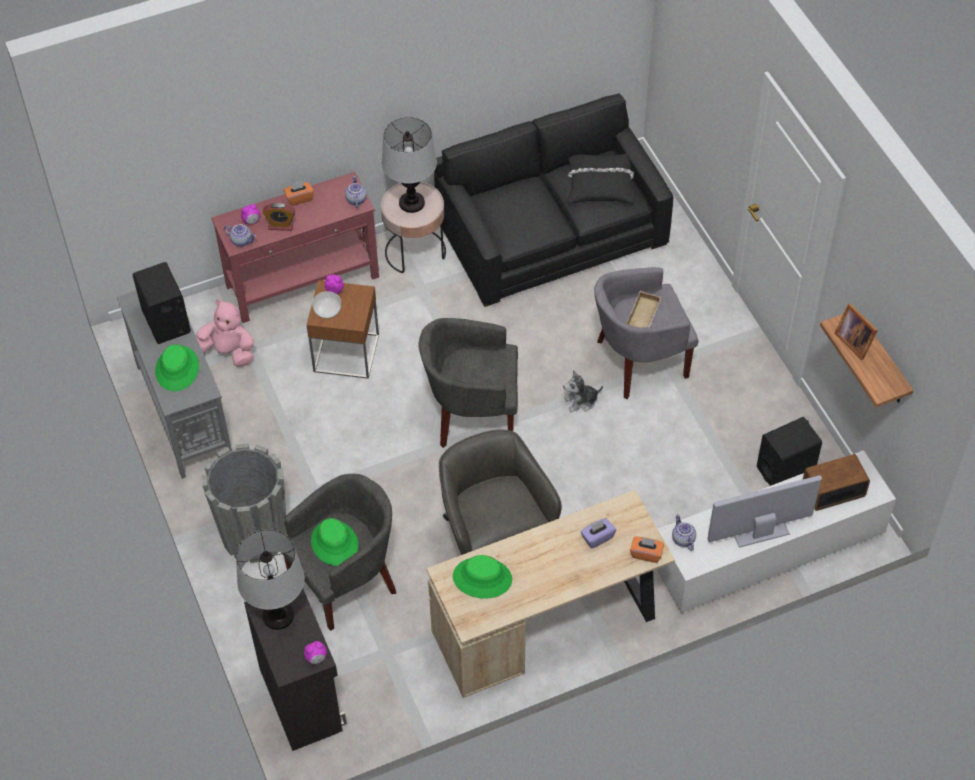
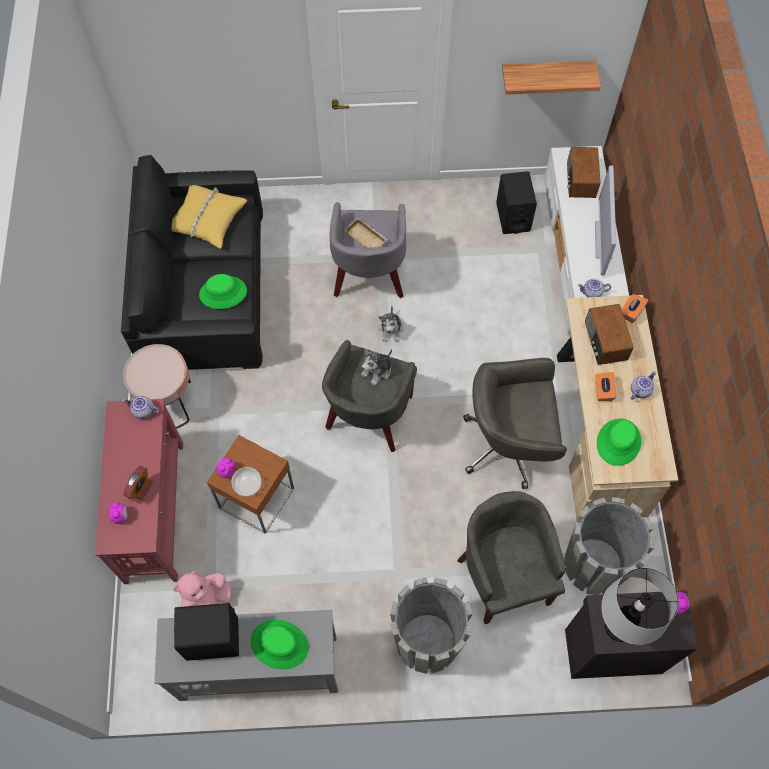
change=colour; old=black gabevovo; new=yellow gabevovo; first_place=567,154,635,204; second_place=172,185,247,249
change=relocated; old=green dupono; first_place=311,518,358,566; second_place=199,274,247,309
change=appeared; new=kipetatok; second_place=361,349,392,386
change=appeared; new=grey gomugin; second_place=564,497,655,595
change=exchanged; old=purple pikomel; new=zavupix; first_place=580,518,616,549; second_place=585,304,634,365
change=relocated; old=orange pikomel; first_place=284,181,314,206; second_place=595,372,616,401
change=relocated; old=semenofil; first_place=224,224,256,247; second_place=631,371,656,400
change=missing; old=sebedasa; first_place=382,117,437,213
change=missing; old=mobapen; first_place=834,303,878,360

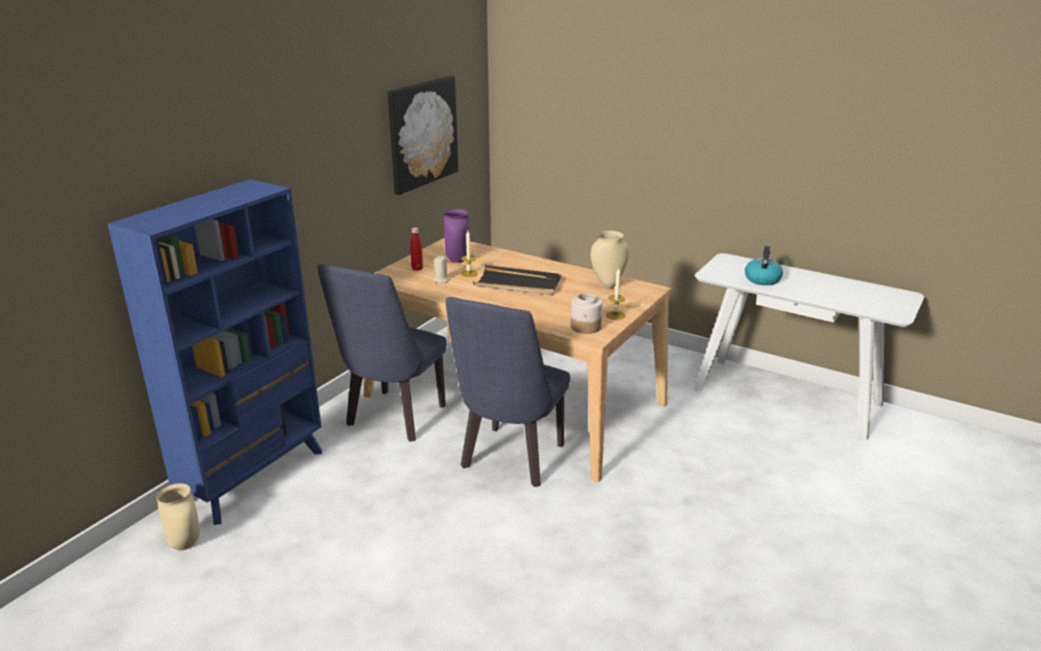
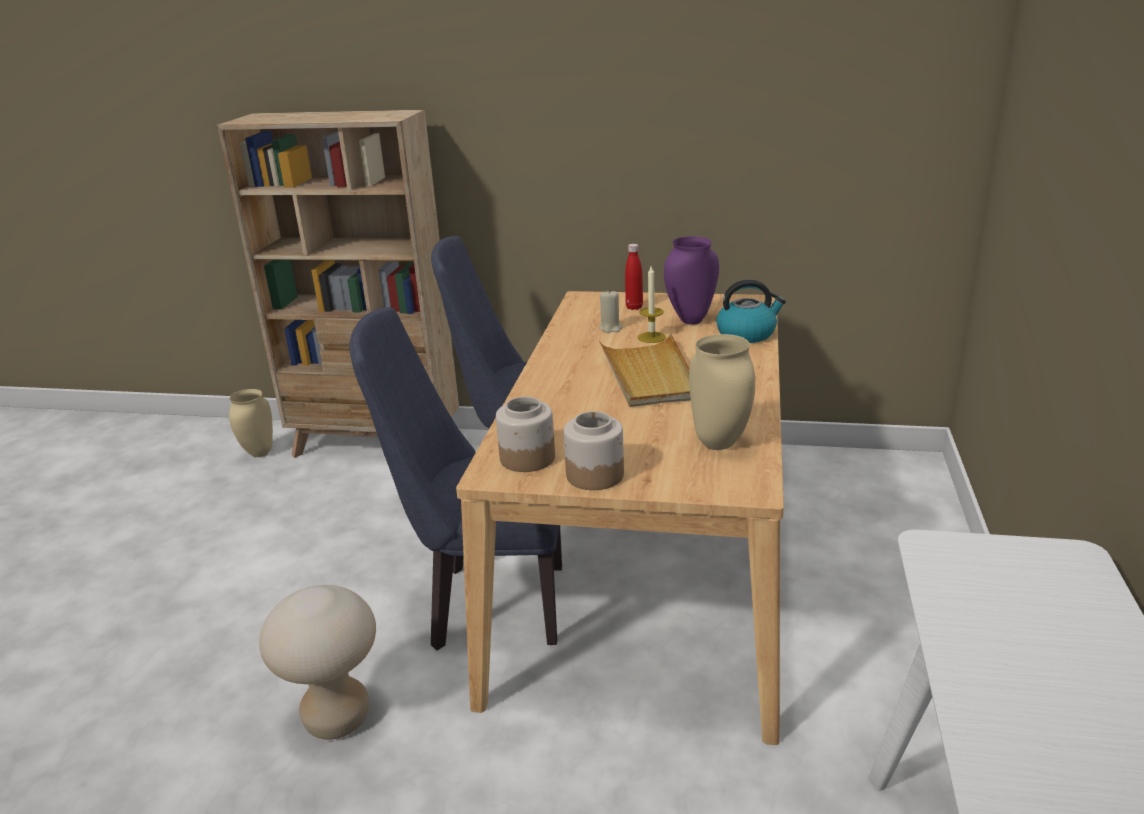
change=colour; old=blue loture; new=beige loture; first_place=107,179,322,525; second_place=217,110,459,458
change=appeared; new=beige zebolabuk; second_place=259,585,376,740
change=exchanged; old=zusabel; new=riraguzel; first_place=606,267,625,320; second_place=564,411,624,490
change=colour; old=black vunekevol; new=beige vunekevol; first_place=473,265,561,296; second_place=599,333,691,407
change=relocated; old=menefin; first_place=745,246,783,285; second_place=716,280,786,343
change=missing; old=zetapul; first_place=387,76,458,195

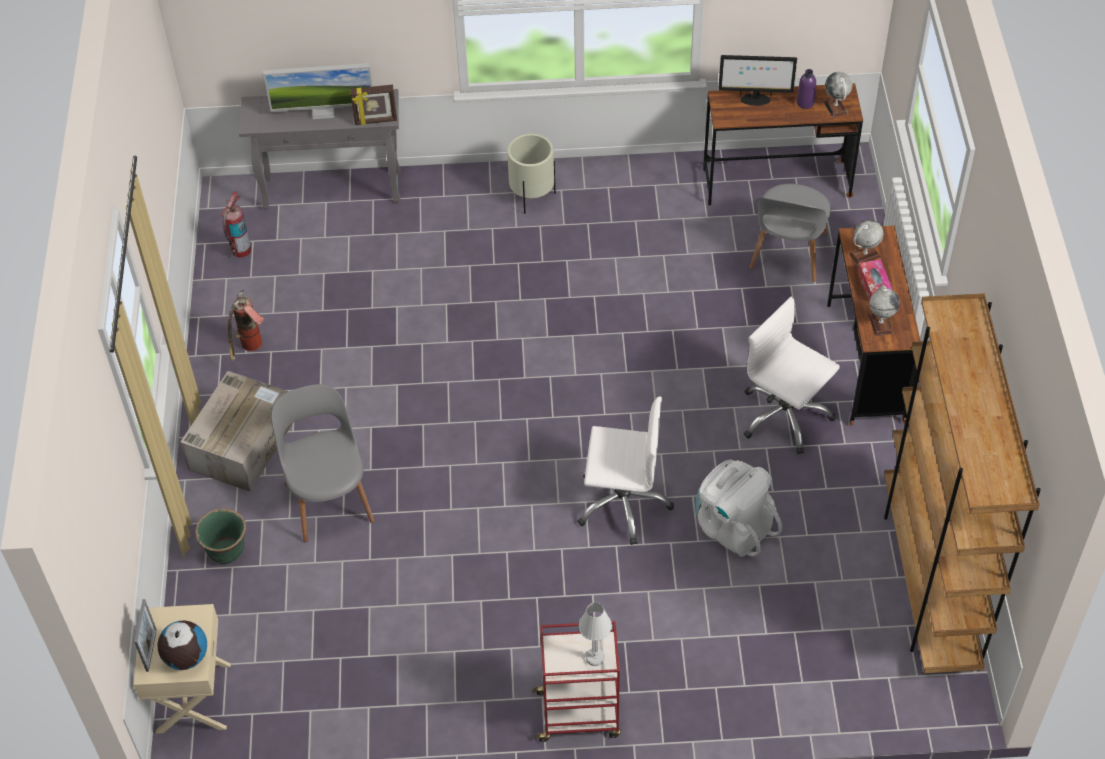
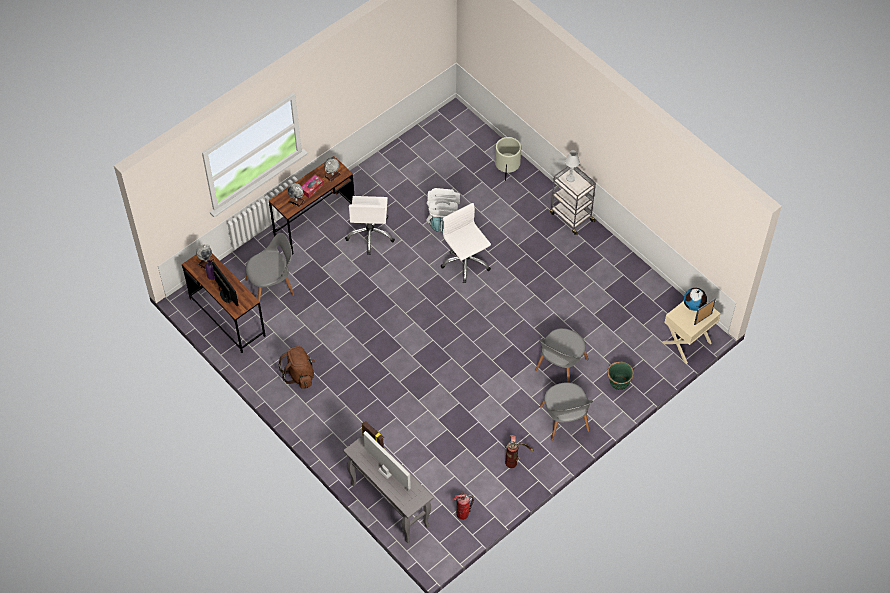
change=appeared; new=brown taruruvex; second_place=278,346,315,389
change=relocated; old=beige gomugin; first_place=507,133,556,214; second_place=495,137,521,181
change=exchanged; old=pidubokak; new=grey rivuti; first_place=180,371,293,492; second_place=540,382,593,441
change=colour; old=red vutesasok; new=grey vutesasok; first_place=532,621,621,742; second_place=550,166,596,235
change=missing; old=brown loture; first_place=884,293,1041,673

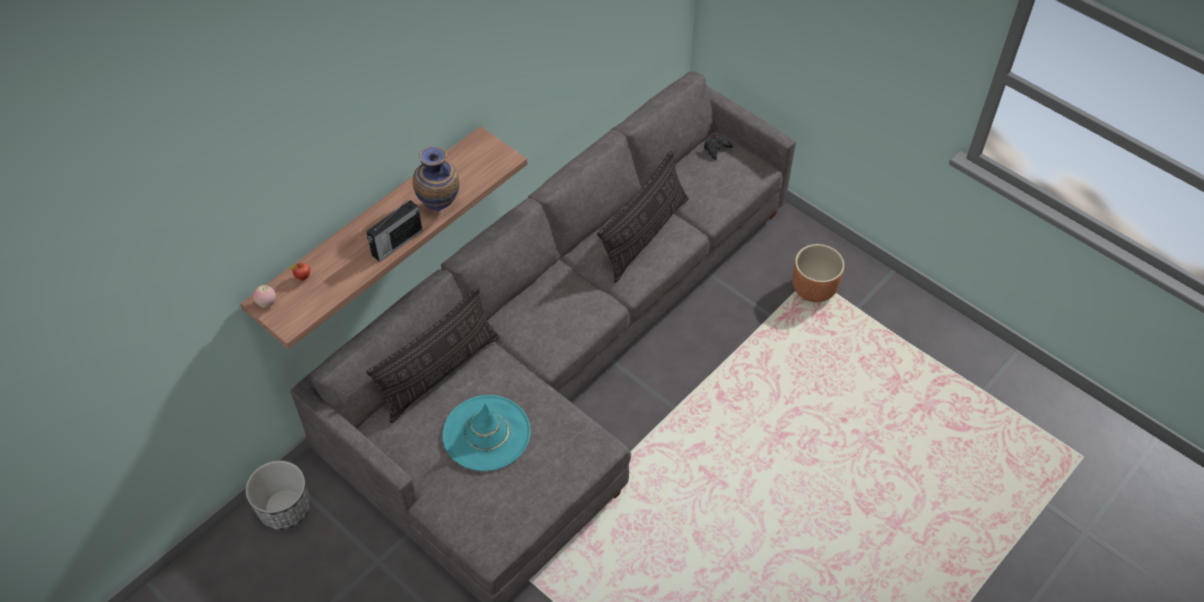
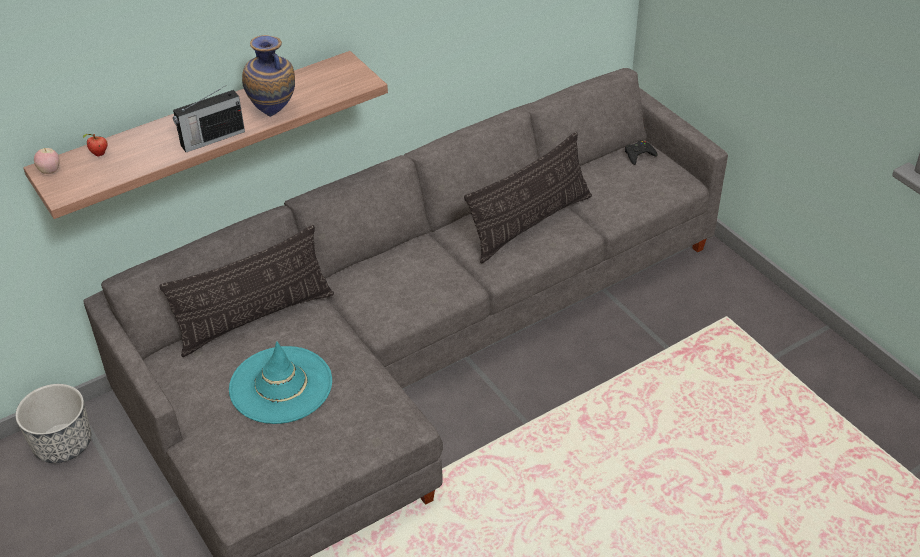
change=missing; old=brown gomugin; first_place=792,244,844,302

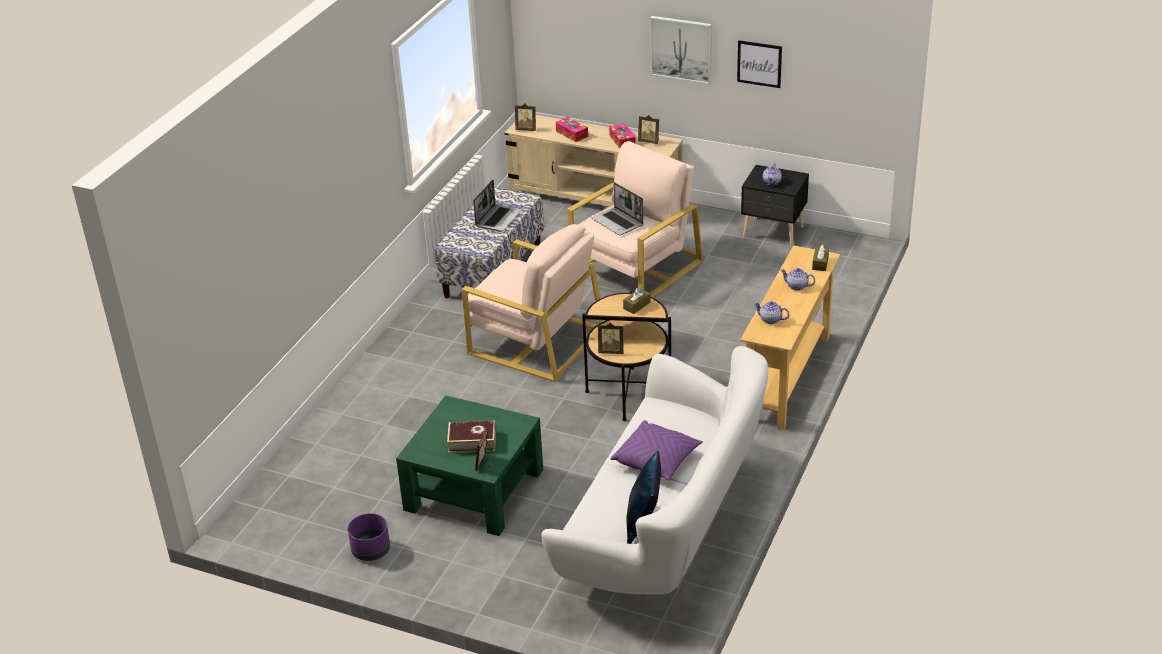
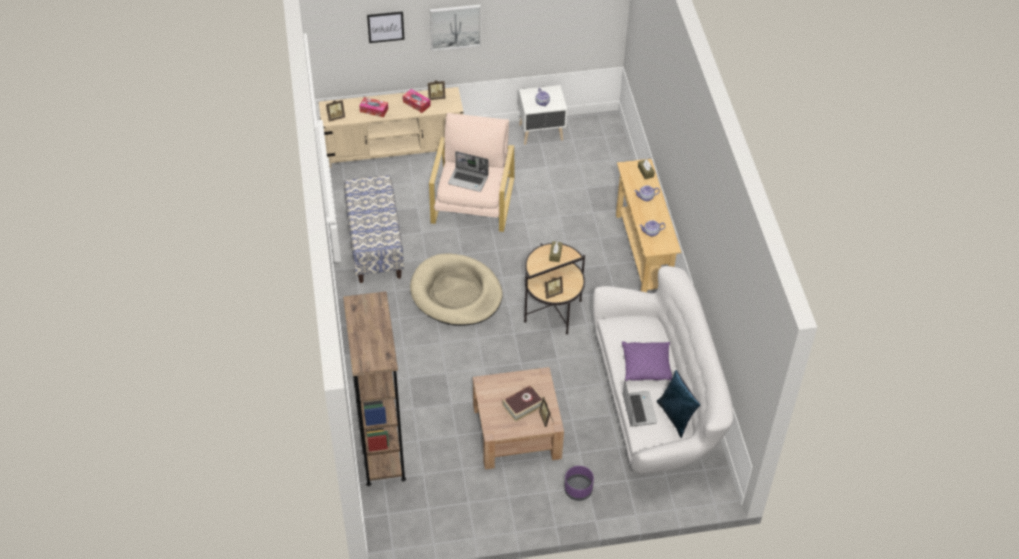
change=appeared; new=brown loture; second_place=343,291,406,486
change=relocated; old=zetapul; first_place=737,40,782,88; second_place=367,11,405,43
change=exchanged; old=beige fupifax; new=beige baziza; first_place=462,224,605,382; second_place=410,254,503,326
change=colour; old=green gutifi; new=brown gutifi; first_place=396,395,543,536; second_place=473,367,564,469
change=colour; old=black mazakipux; new=white mazakipux; first_place=741,165,809,246; second_place=518,85,567,145
change=relocated; old=purple gomugin; first_place=348,513,390,561; second_place=564,466,594,501
change=relocated; old=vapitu; first_place=473,180,522,231; second_place=623,380,657,427

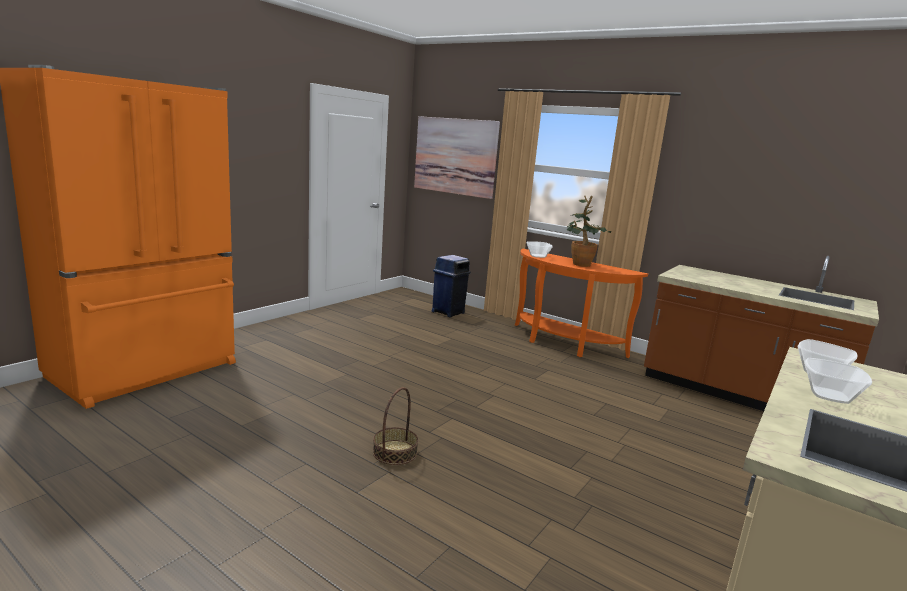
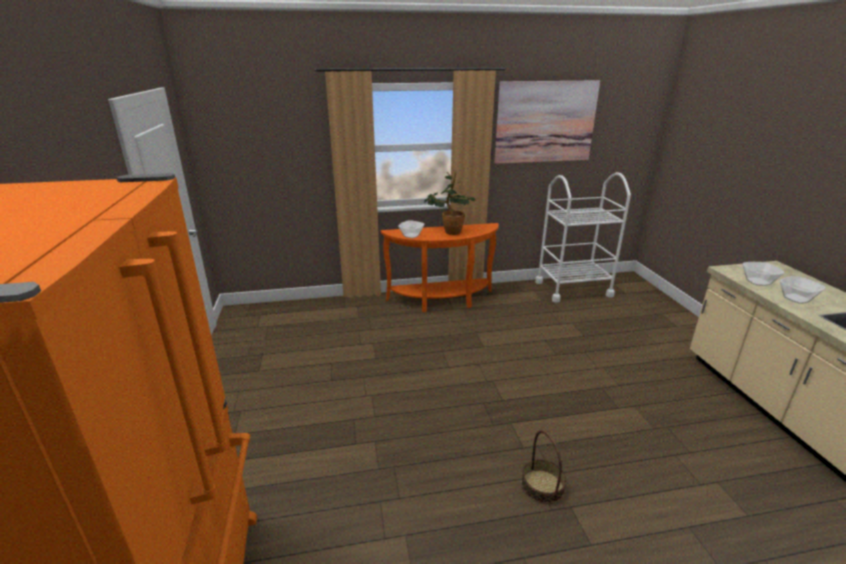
change=relocated; old=zetapul; first_place=414,116,500,199; second_place=494,80,600,164
change=exchanged; old=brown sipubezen; new=white vutesasok; first_place=644,256,879,411; second_place=535,172,631,303
change=missing; old=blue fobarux; first_place=431,255,471,317

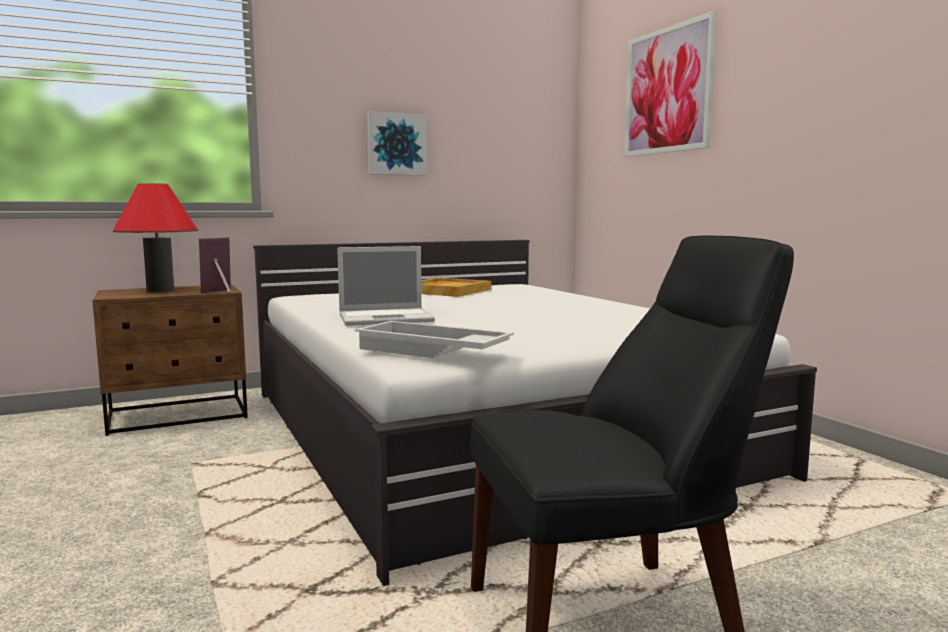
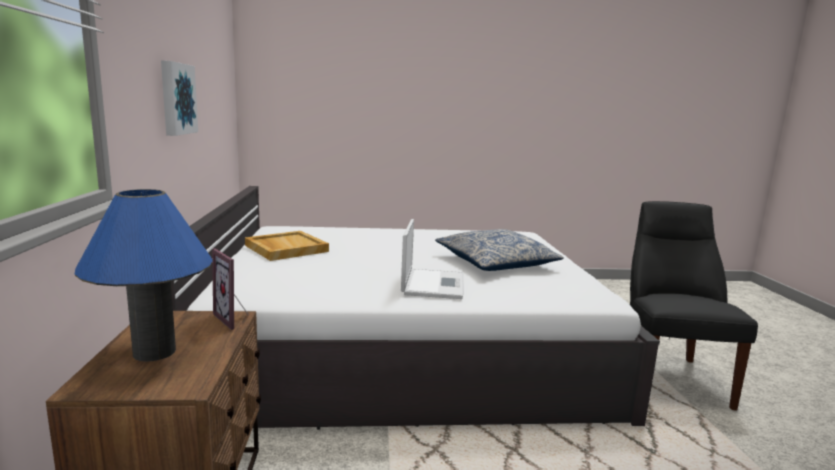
change=colour; old=red sebedasa; new=blue sebedasa; first_place=113,183,198,292; second_place=75,189,213,361
change=appeared; new=gabevovo; second_place=435,229,564,271
change=missing; old=white vunekevol; first_place=355,321,514,358
change=missing; old=zetapul; first_place=624,11,716,157

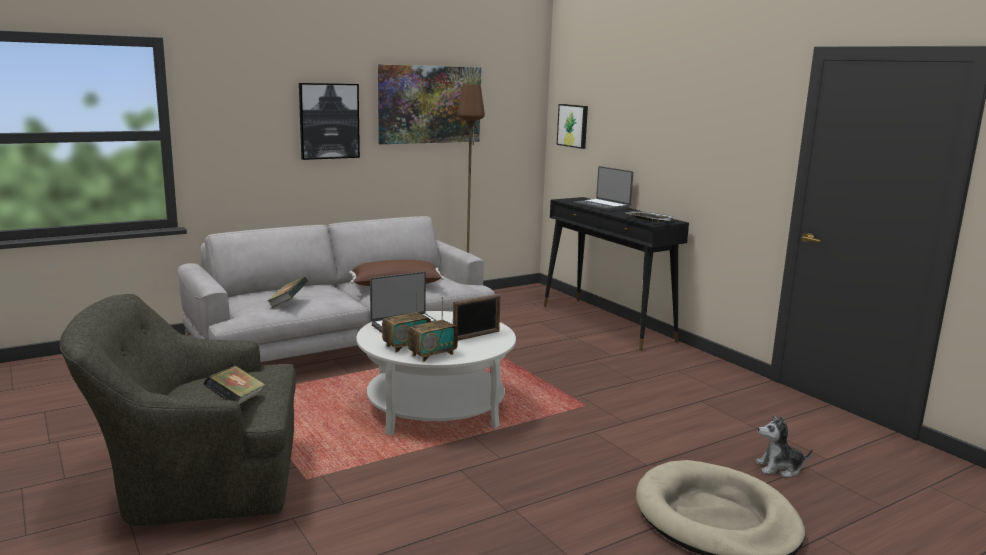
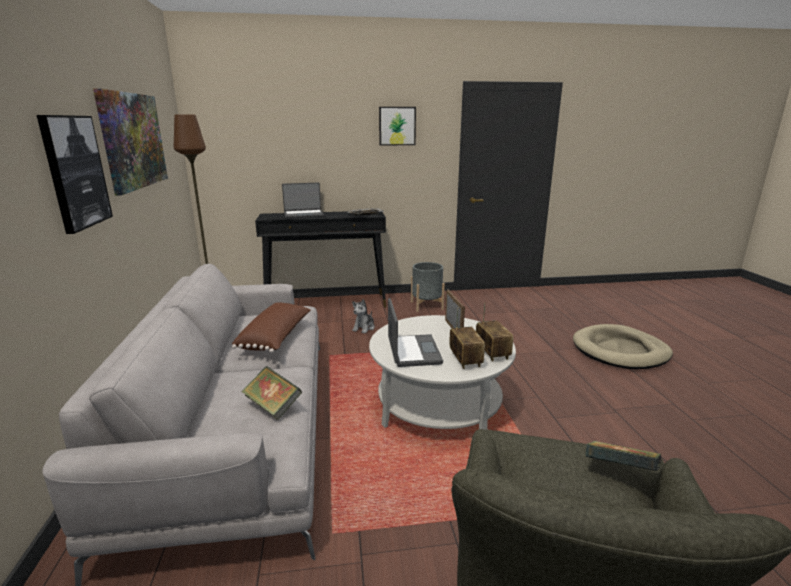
change=relocated; old=kipetatok; first_place=755,415,813,478; second_place=352,299,375,334
change=relocated; old=zetapul; first_place=557,104,588,149; second_place=379,107,416,145
change=appeared; new=grey gomugin; second_place=411,262,445,312

